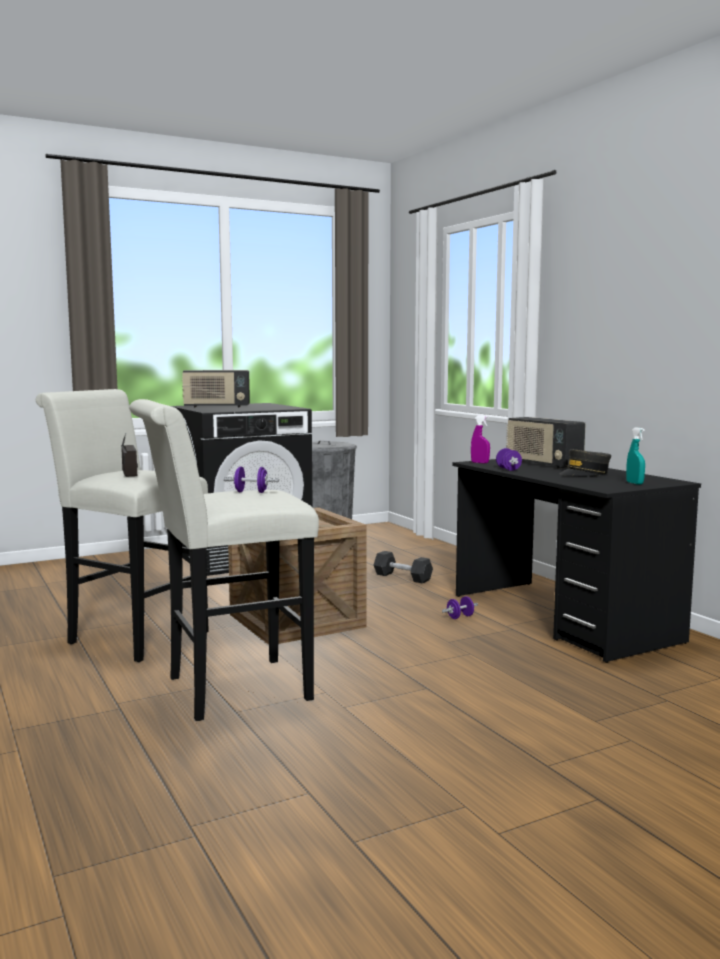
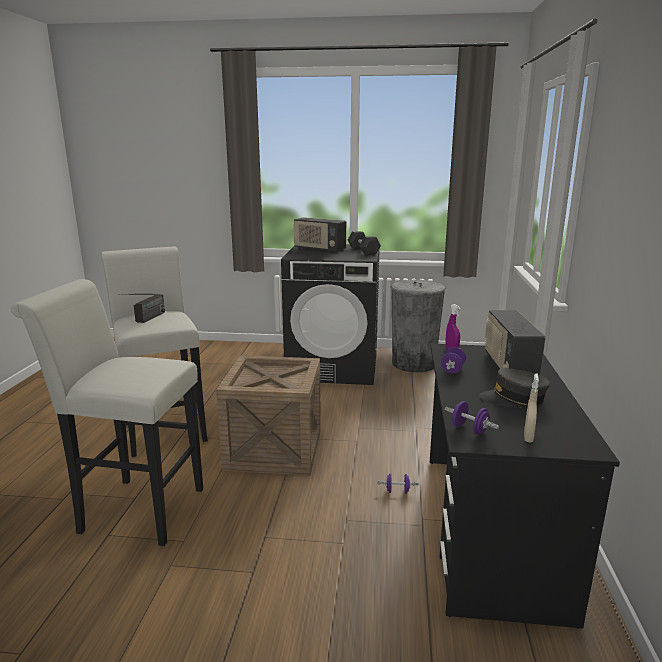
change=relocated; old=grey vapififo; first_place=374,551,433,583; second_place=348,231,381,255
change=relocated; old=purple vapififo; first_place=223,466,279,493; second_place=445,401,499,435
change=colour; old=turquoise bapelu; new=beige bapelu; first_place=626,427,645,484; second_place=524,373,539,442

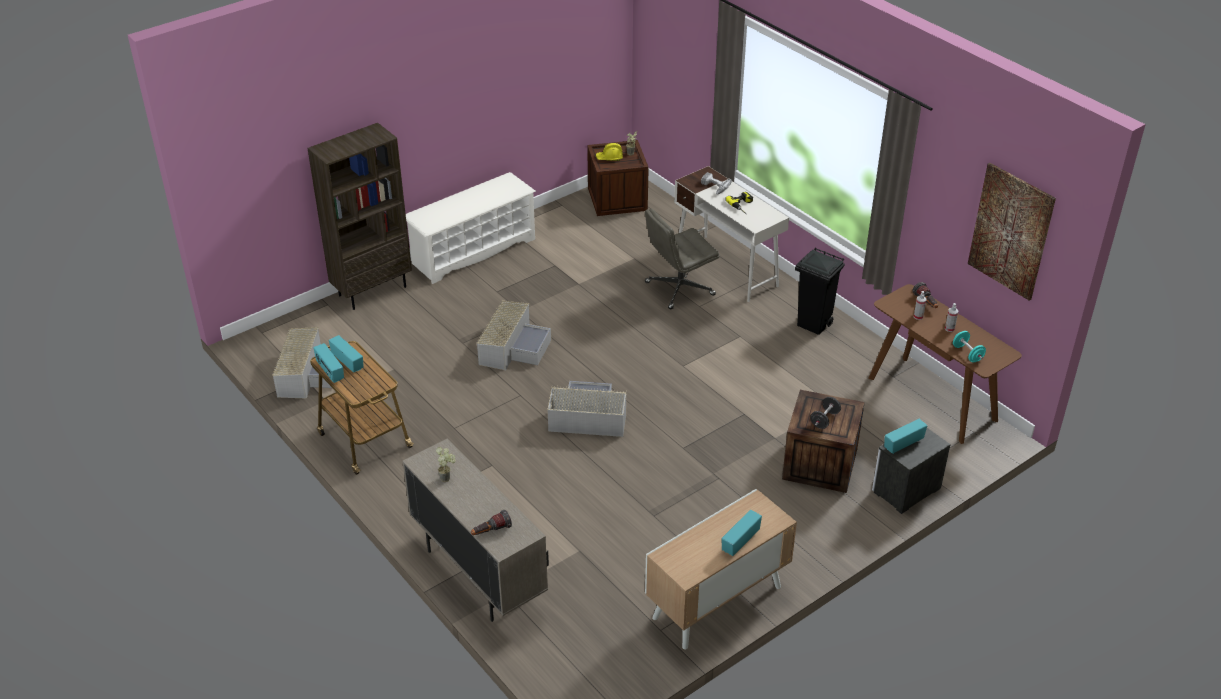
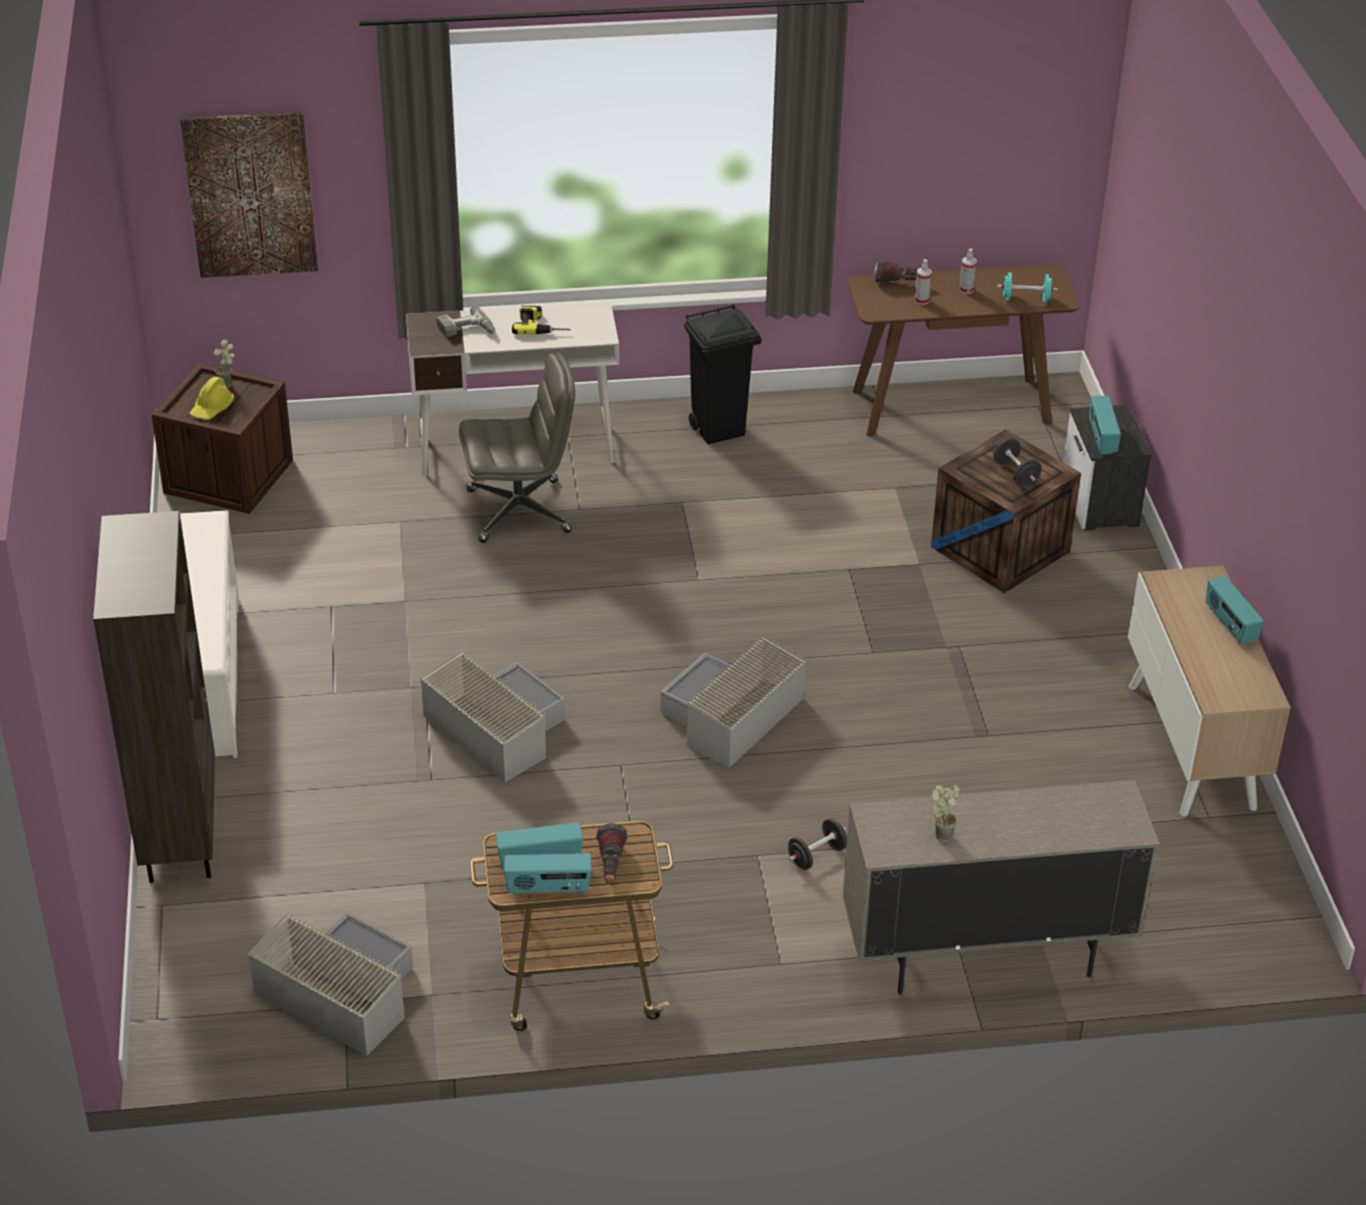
change=relocated; old=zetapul; first_place=968,163,1056,301; second_place=180,112,318,278
change=spun; old=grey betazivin; first_place=645,209,719,309; second_place=459,353,575,543; degrees=-105
change=relocated; old=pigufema; first_place=471,510,512,535; second_place=596,823,628,884
change=appeared; new=black vapififo; second_place=788,819,847,870

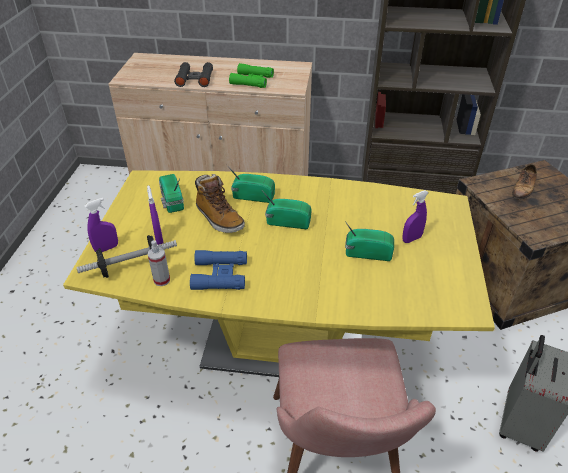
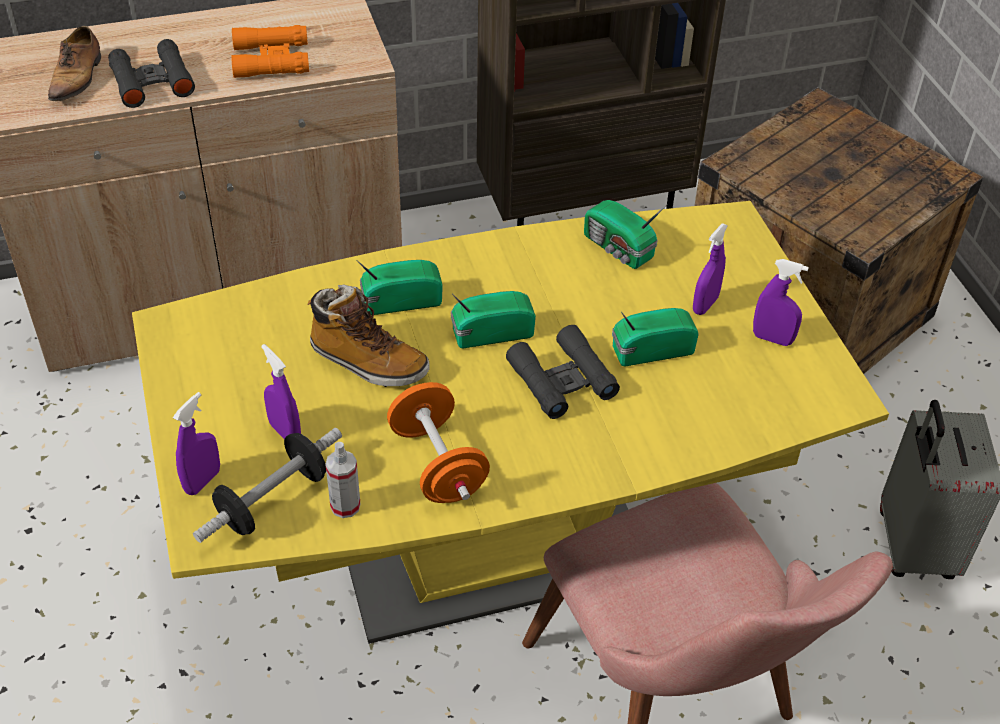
change=relocated; old=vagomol; first_place=512,164,537,200; second_place=48,26,101,101
change=colour; old=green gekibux; new=orange gekibux; first_place=229,63,274,88; second_place=231,25,309,78
change=exchanged; old=blue gekibux; new=orange vapififo; first_place=190,250,247,290; second_place=387,382,490,503
change=appeared; new=black gekibux; second_place=506,325,620,419
change=relocated; old=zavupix; first_place=159,174,184,213; second_place=584,200,668,269
change=appeared; new=purple bapelu; second_place=753,259,809,346

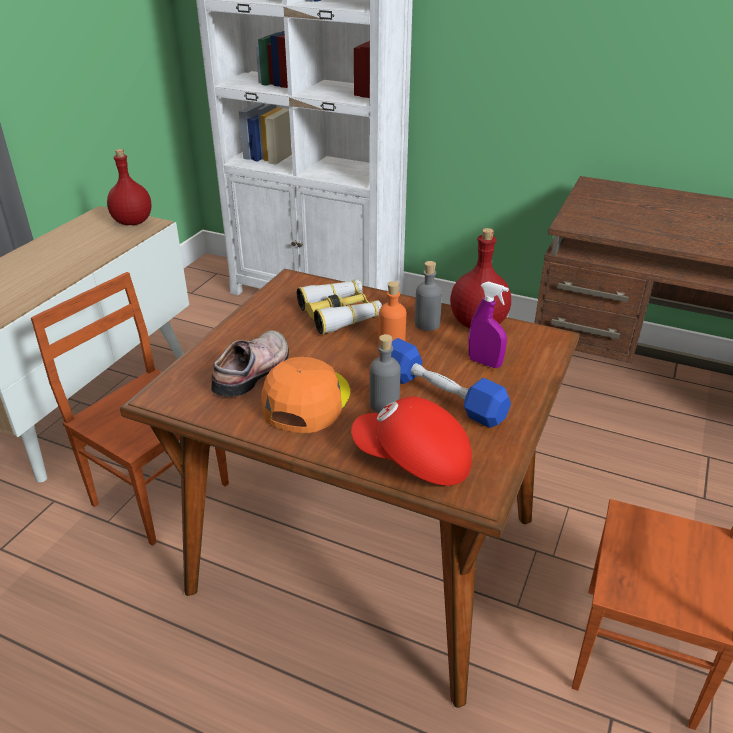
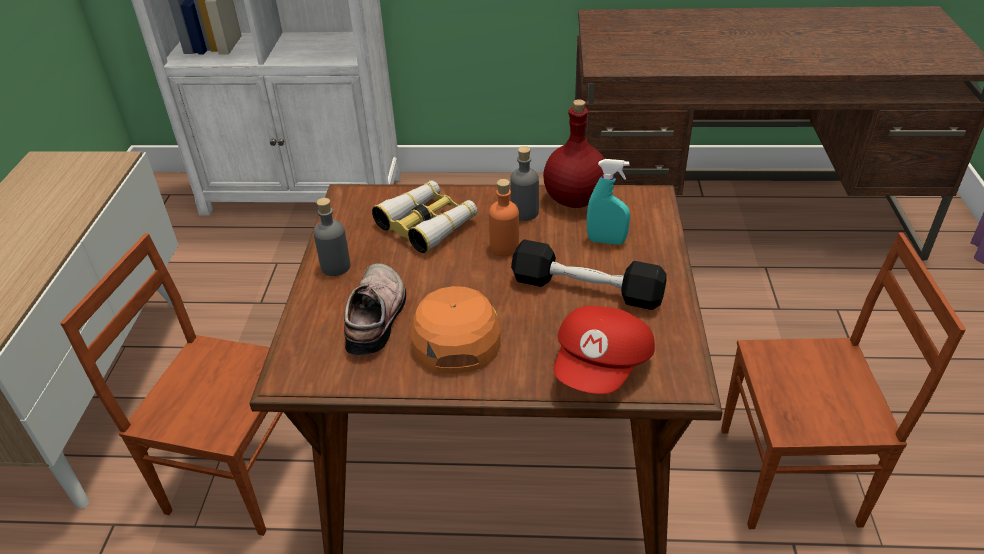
change=relocated; old=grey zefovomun; first_place=369,334,401,413; second_place=314,198,351,276
change=colour; old=blue vapififo; new=black vapififo; first_place=391,338,511,428; second_place=511,239,667,310
change=spun; old=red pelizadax; first_place=351,397,472,486; second_place=554,306,655,394; degrees=-60
change=colour; old=purple bapelu; new=turquoise bapelu; first_place=469,282,509,368; second_place=587,159,630,245
change=missing; old=red zefovomun; first_place=107,149,152,225

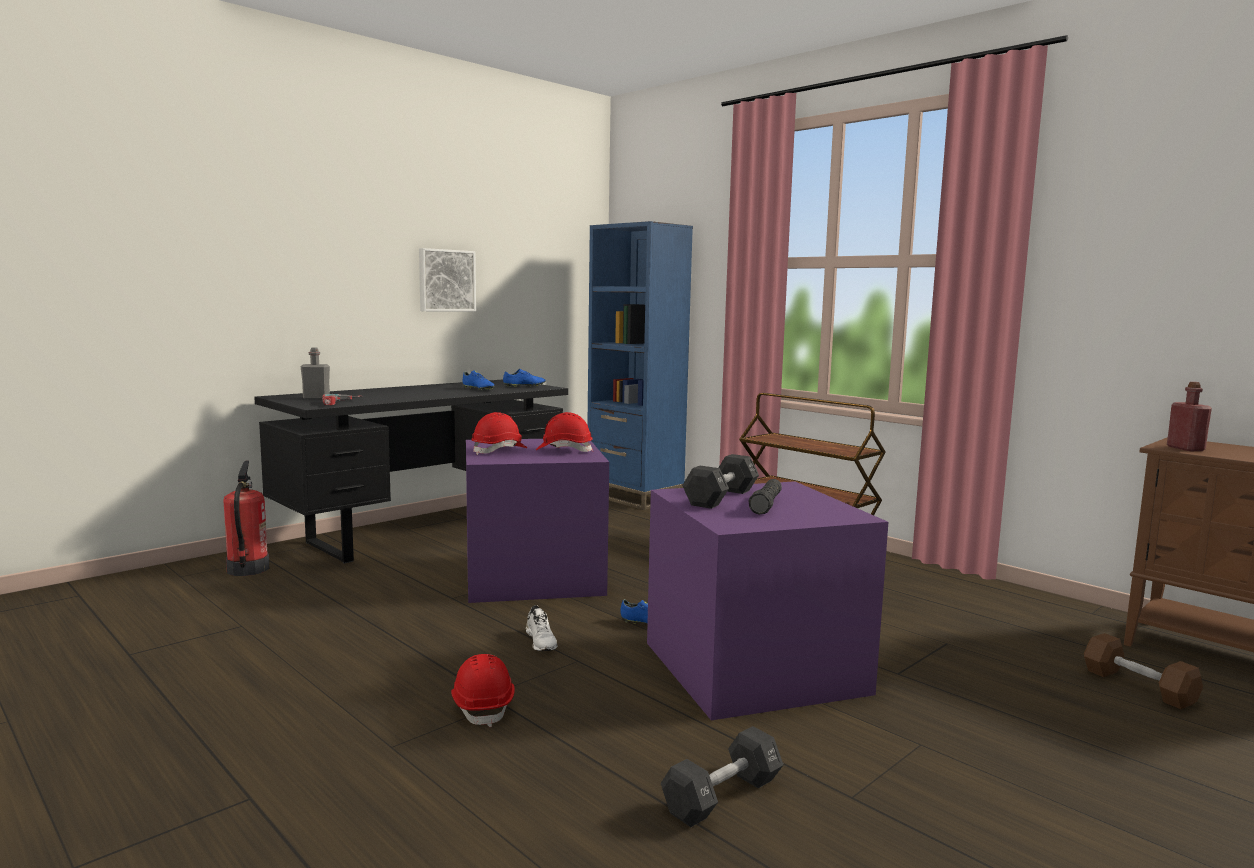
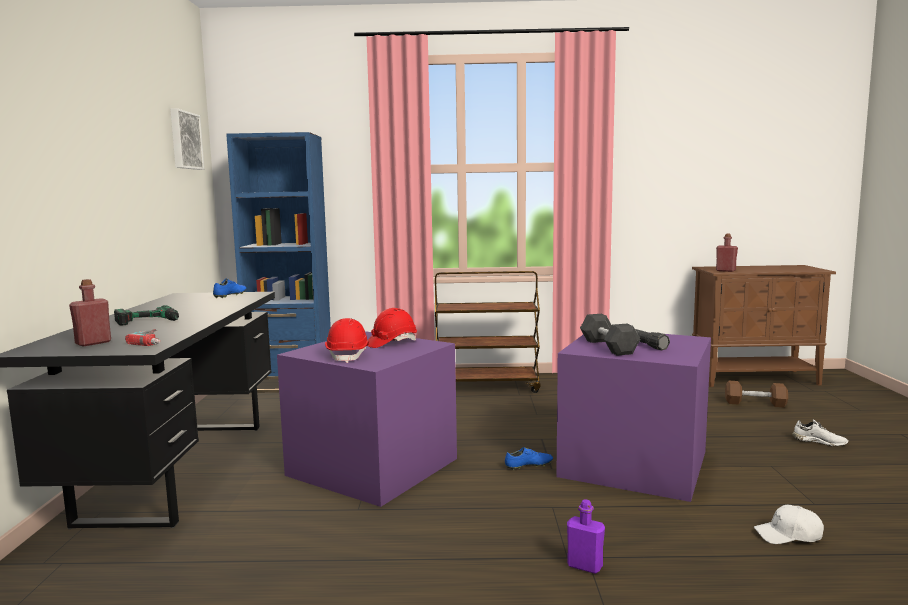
change=colour; old=grey zefovomun; new=red zefovomun; first_place=301,347,330,400; second_place=69,279,111,346
change=appeared; new=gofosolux; second_place=114,305,179,325
change=relocated; old=zetapul; first_place=419,248,476,311; second_place=170,108,204,170
change=exchanged; old=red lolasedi; new=purple zefovomun; first_place=451,654,515,727; second_place=567,499,605,574
change=exchanged; old=black vapififo; new=white pelizadax; first_place=661,726,783,827; second_place=754,505,824,544
change=relocated; old=white vagomol; first_place=525,605,558,651; second_place=792,420,849,446
change=missing; old=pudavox; first_place=223,460,269,576
change=missing; old=blue vagomol; first_place=463,370,494,390

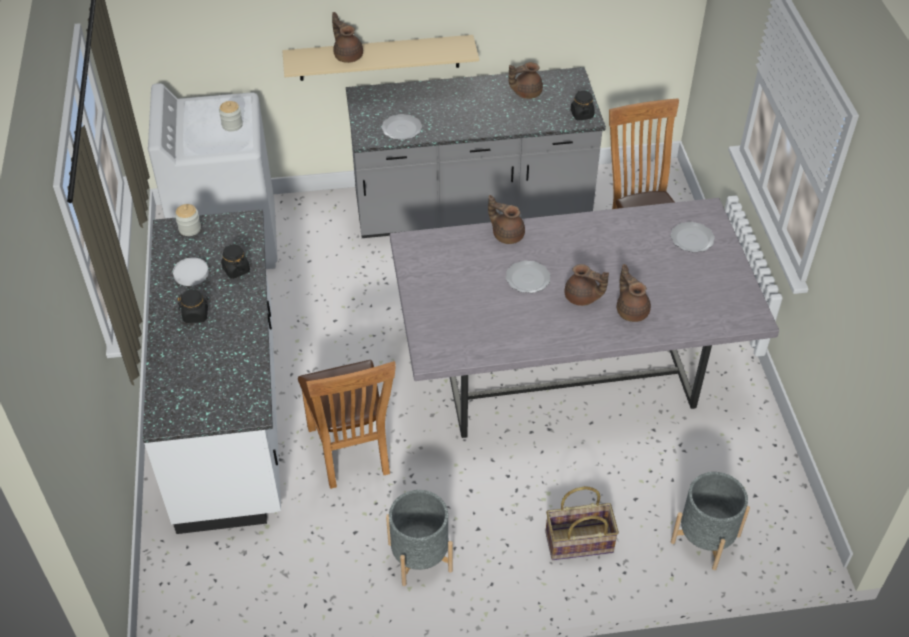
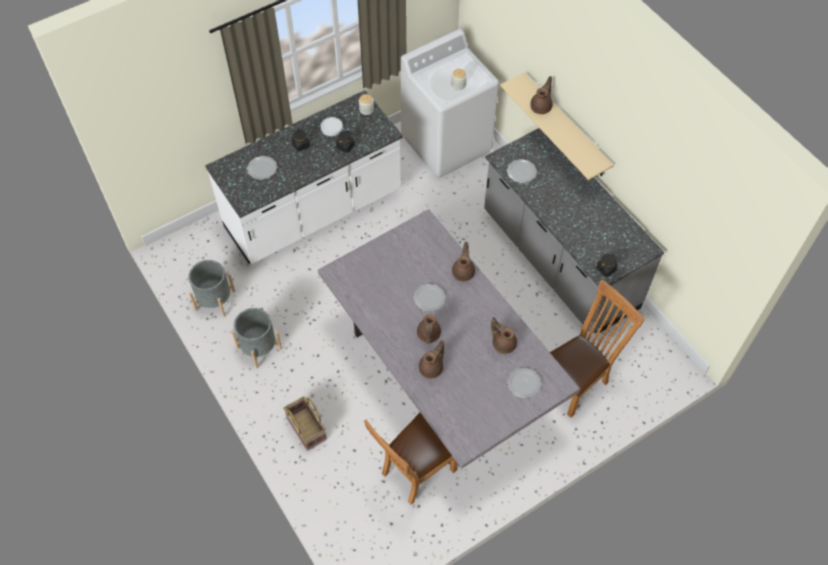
change=relocated; old=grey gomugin; first_place=671,472,750,570; second_place=189,260,235,317
change=appeared; new=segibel; second_place=247,156,277,180
change=relocated; old=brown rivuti; first_place=298,360,396,489; second_place=364,413,458,505
change=relocated; old=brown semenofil; first_place=508,62,543,99; second_place=491,317,517,354

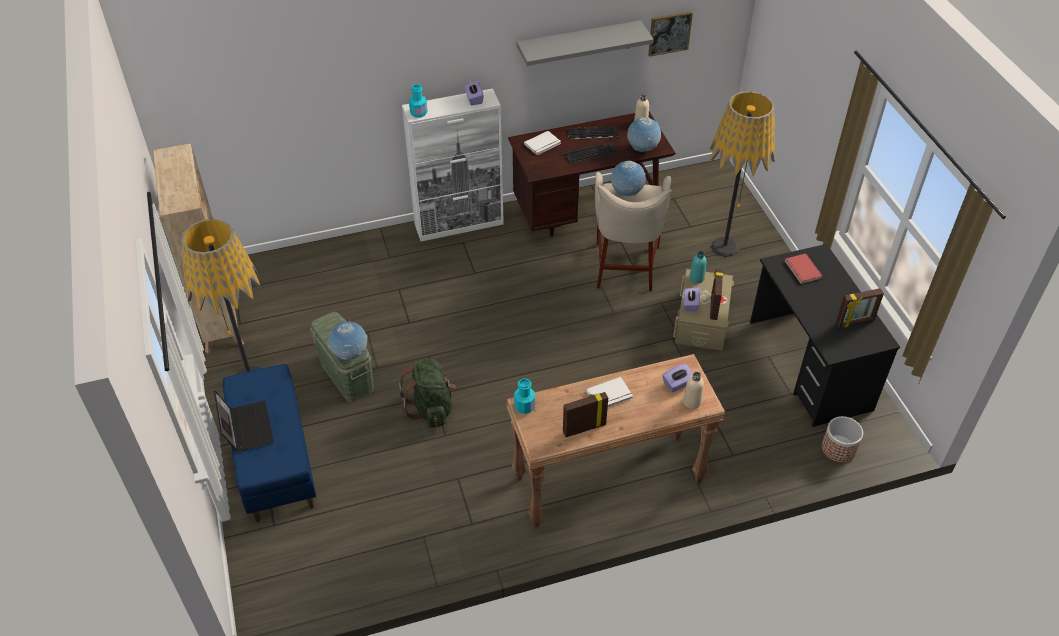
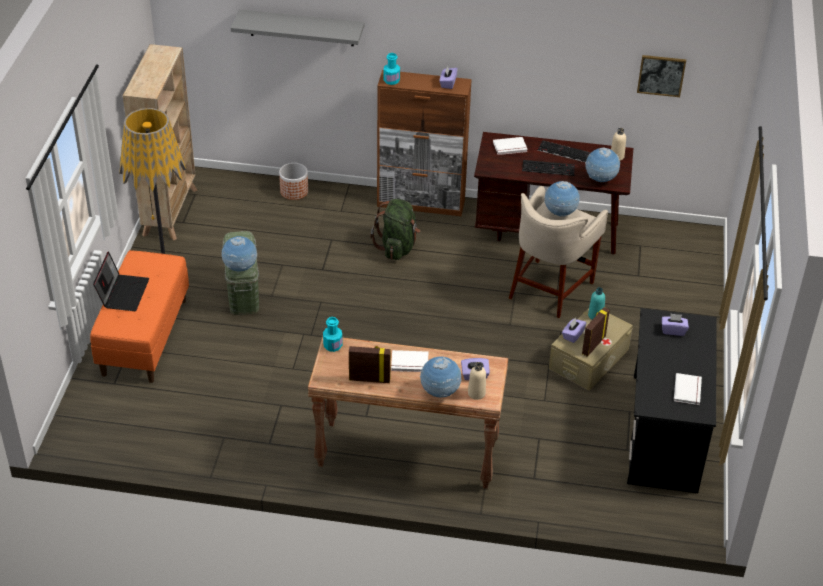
change=colour; old=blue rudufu; new=orange rudufu; first_place=223,364,316,522; second_place=90,250,189,383
change=relocated; old=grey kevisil; first_place=516,20,654,66; second_place=231,9,364,46
change=relocated; old=gomugin; first_place=822,416,863,463; second_place=279,163,308,200
change=relocated; old=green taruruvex; first_place=399,359,456,428; second_place=370,199,420,260
change=colour; old=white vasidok; new=brown vasidok; first_place=402,89,504,241; second_place=377,70,472,216
change=appeared; new=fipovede; second_place=420,356,461,397
change=exchanged; old=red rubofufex; new=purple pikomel; first_place=785,253,823,284; second_place=662,314,689,336
change=exchanged; old=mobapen; new=white rubofufex; first_place=836,288,884,328; second_place=674,373,702,405
change=missing; old=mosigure; first_place=710,91,775,257

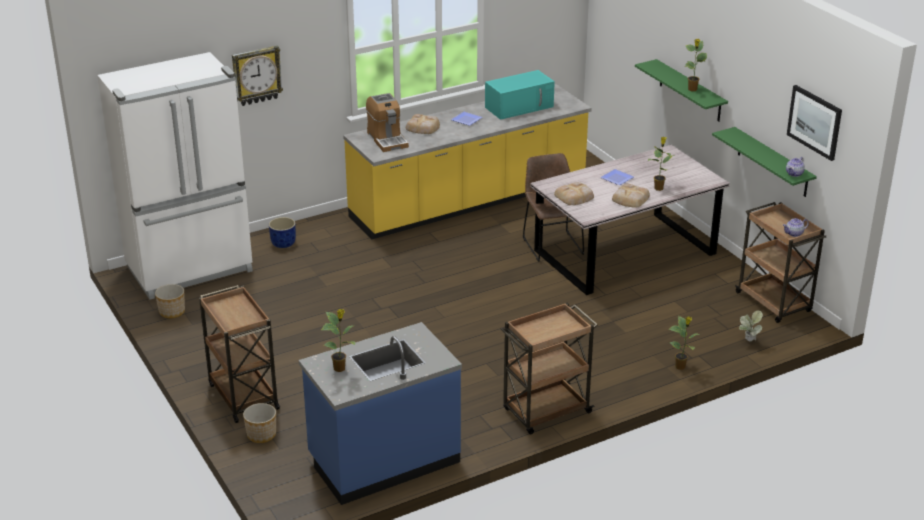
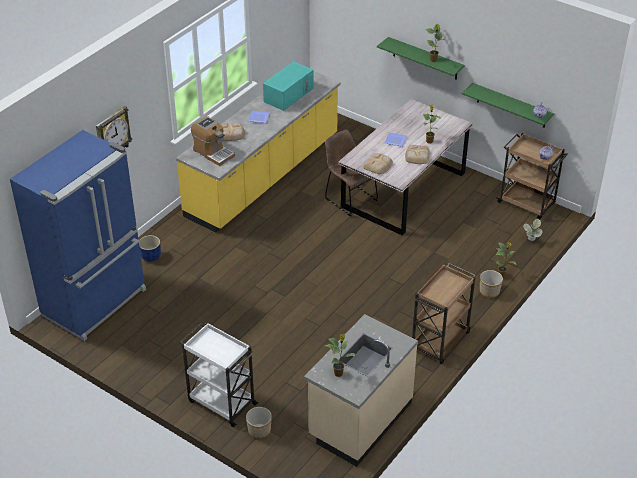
change=colour; old=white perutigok; new=blue perutigok; first_place=97,52,253,300; second_place=10,130,146,341
change=colour; old=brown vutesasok; new=white vutesasok; first_place=199,285,280,423; second_place=180,322,258,427
change=colour; old=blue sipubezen; new=beige sipubezen; first_place=299,322,462,505; second_place=304,314,418,467
change=relocated; old=gomugin; first_place=155,284,185,318; second_place=480,270,503,298
change=missing; old=zetapul; first_place=787,85,842,161

